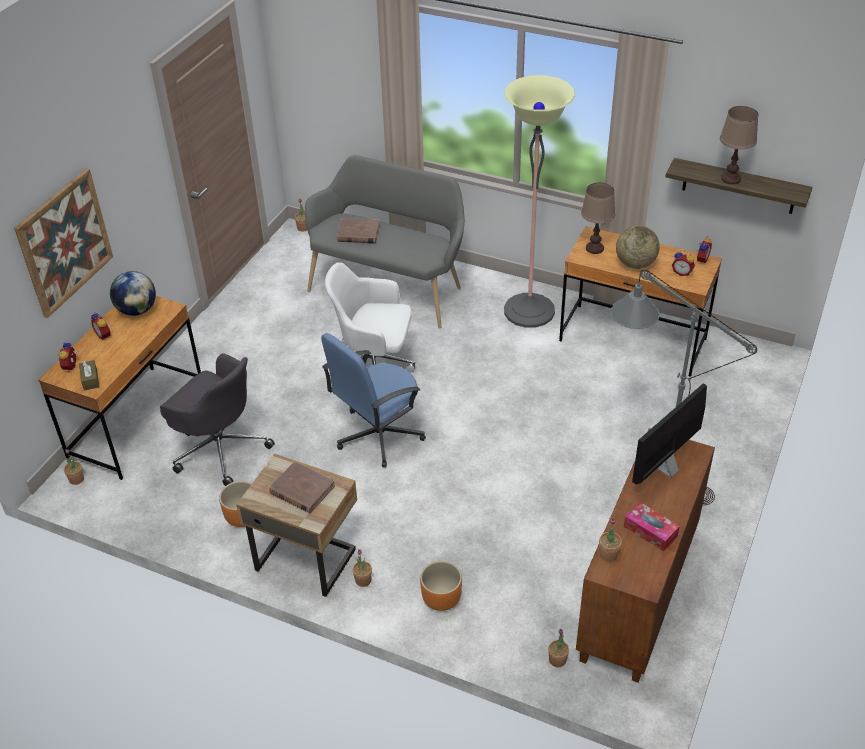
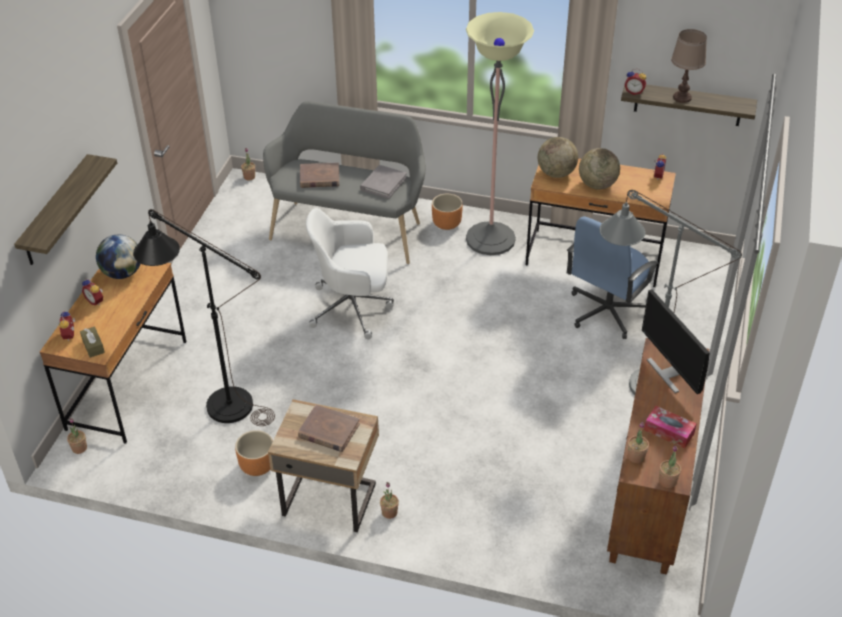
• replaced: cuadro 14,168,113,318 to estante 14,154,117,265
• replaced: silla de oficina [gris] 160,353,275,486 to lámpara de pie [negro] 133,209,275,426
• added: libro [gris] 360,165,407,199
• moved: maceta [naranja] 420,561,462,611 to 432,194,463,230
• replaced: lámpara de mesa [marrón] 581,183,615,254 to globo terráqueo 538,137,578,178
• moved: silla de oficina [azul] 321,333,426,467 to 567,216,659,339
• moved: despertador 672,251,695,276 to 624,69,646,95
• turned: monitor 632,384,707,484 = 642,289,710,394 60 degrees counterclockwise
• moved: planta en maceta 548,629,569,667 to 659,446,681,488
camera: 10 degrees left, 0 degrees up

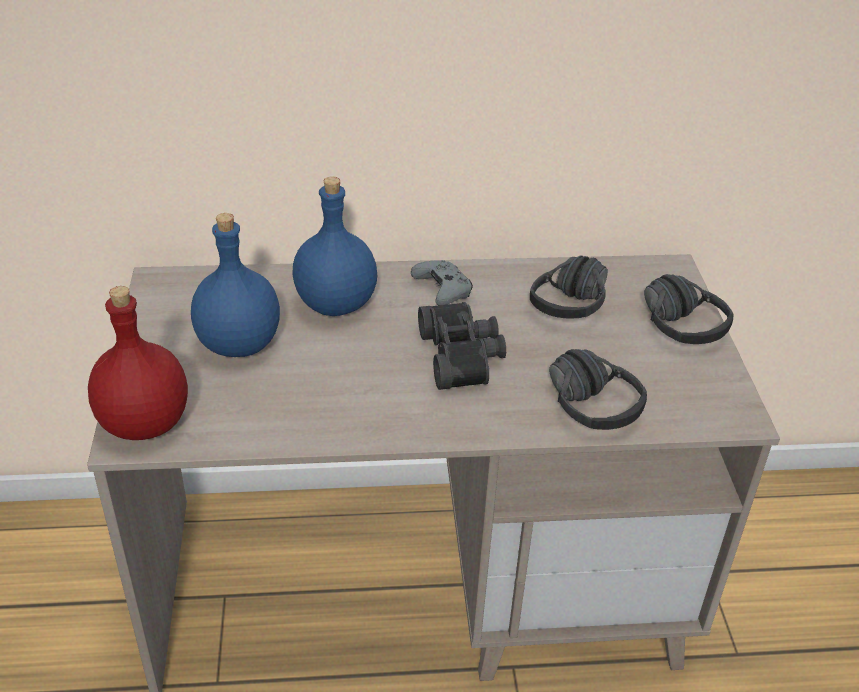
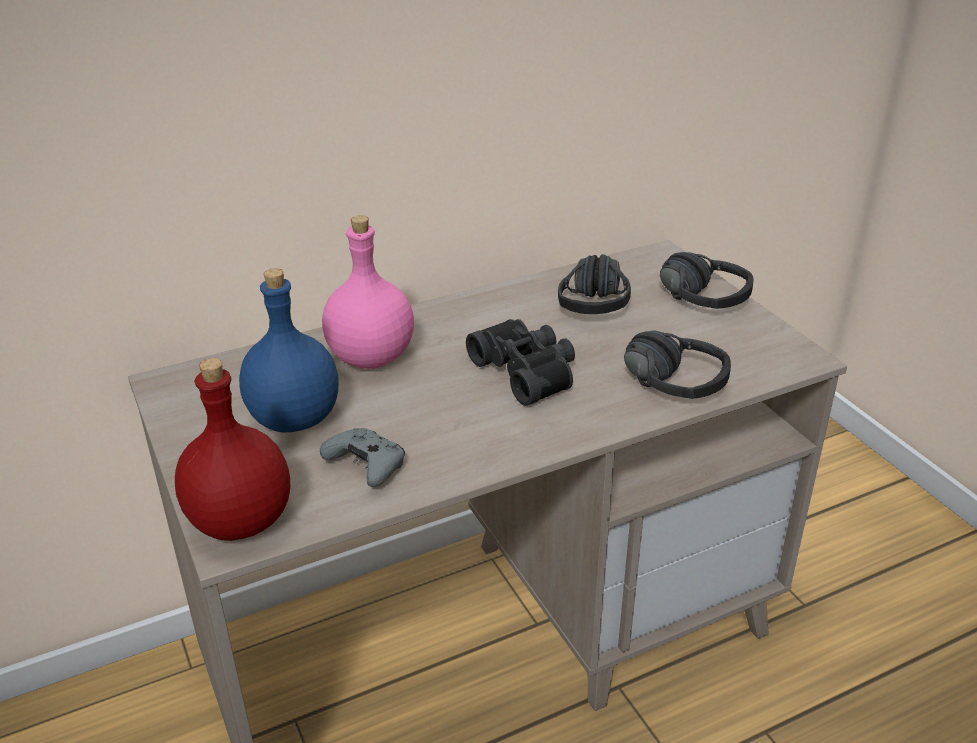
• moved: mando de consola [gris] 411,260,473,305 to 320,428,405,487
• recoloured: botella [azul] 293,176,377,316 to botella [rosa] 322,215,414,369
camera: 20 degrees left, 5 degrees down

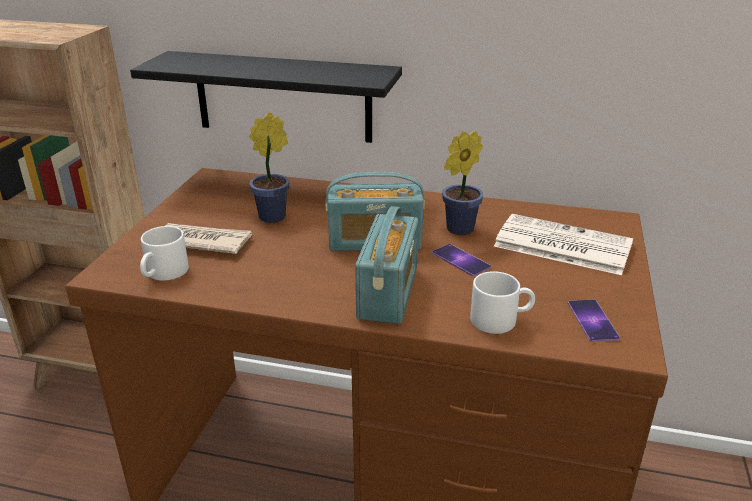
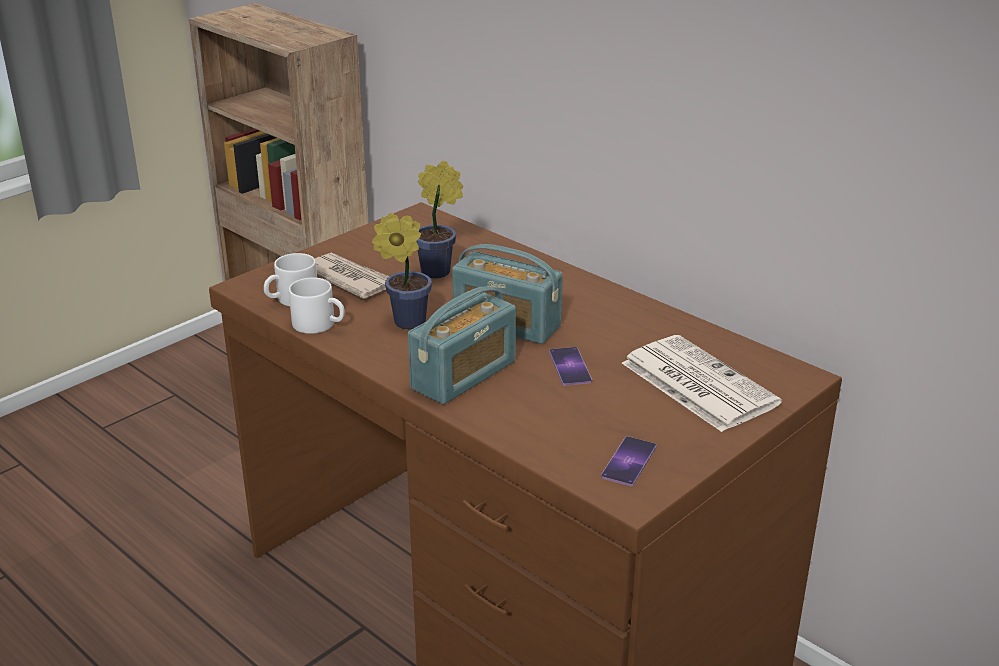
• moved: taza grande [blanco] 470,271,535,334 to 289,278,345,334
• moved: planta en maceta 442,131,483,235 to 372,213,432,329
• removed: estante [negro] 130,51,402,143
camera: 30 degrees right, 0 degrees up

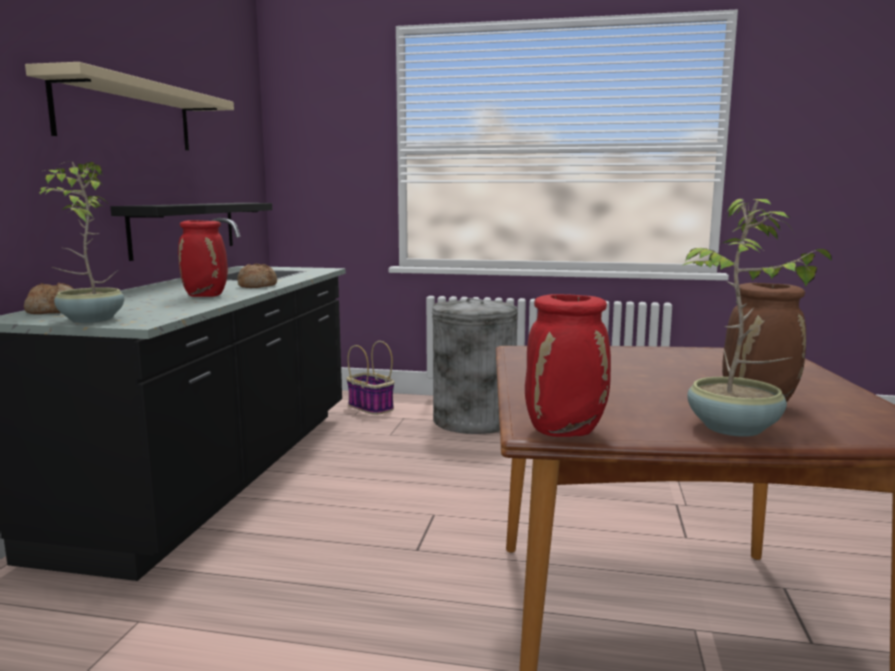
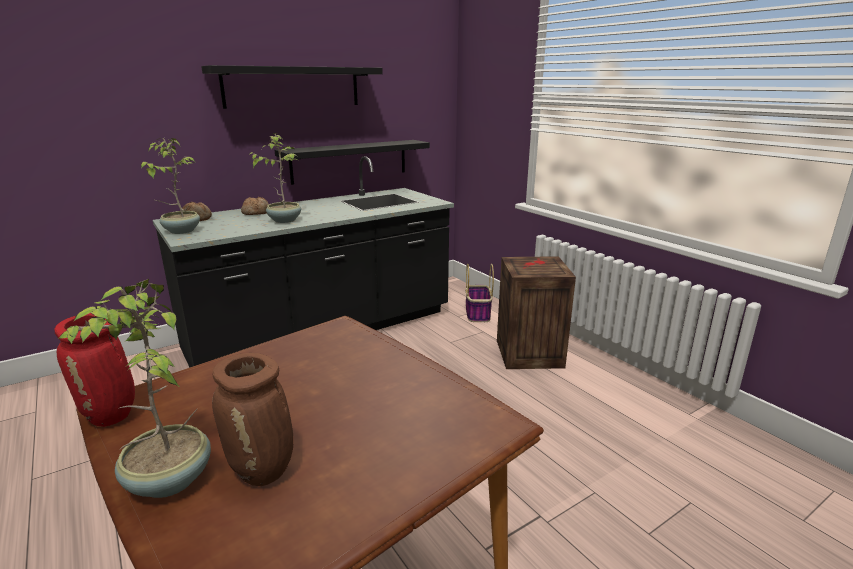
• recoloured: estante [beis] 25,62,234,150 to estante [negro] 201,65,383,109
• moved: pan 237,264,277,288 to 241,197,269,215
• replaced: florero [rojo] 178,220,228,297 to planta en maceta 248,133,301,223
• replaced: papelera [gris] 432,298,518,434 to caja de embalaje 497,256,576,369
camera: 45 degrees right, 10 degrees up

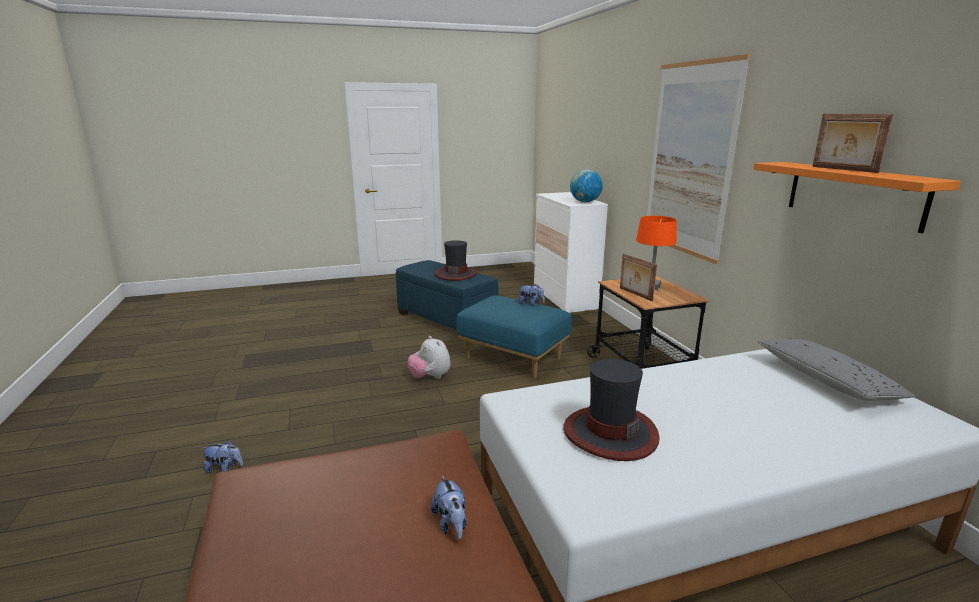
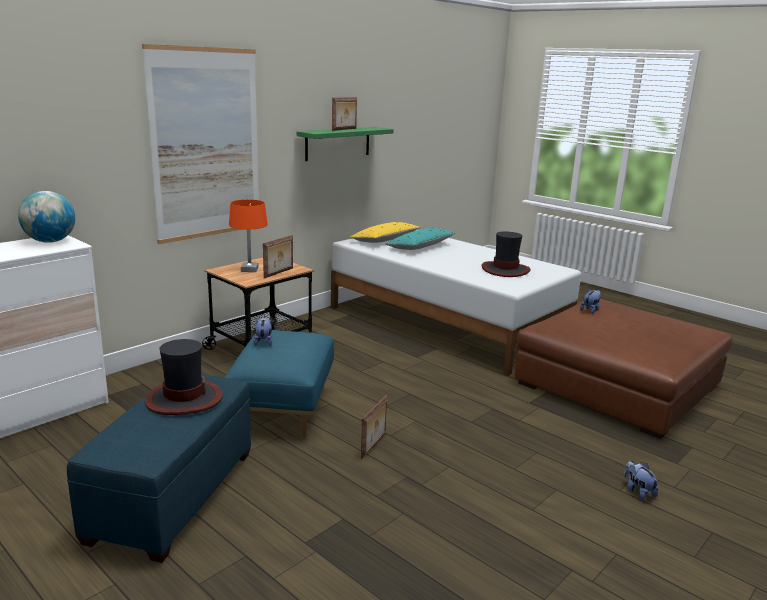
• recoloured: estante [naranja] 753,162,961,233 to estante [verde] 297,127,394,161
• recoloured: cojín [gris] 757,339,916,401 to cojín [amarillo] 350,222,421,243
• replaced: peluche 408,336,451,379 to portarretratos 361,395,387,459
• added: cojín [turquesa] 385,228,456,250
camera: 120 degrees left, 0 degrees up

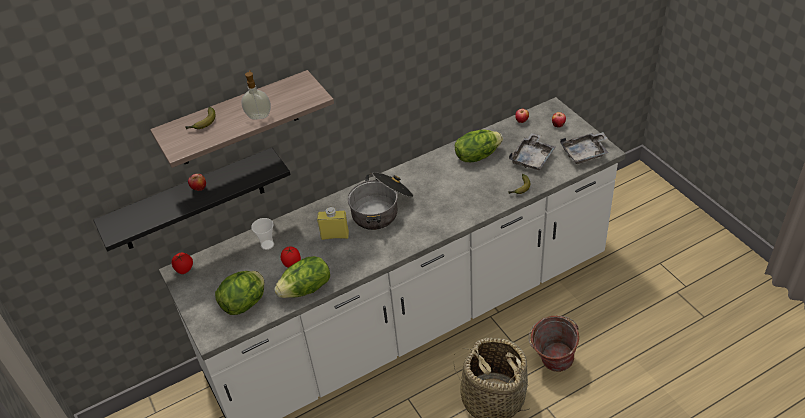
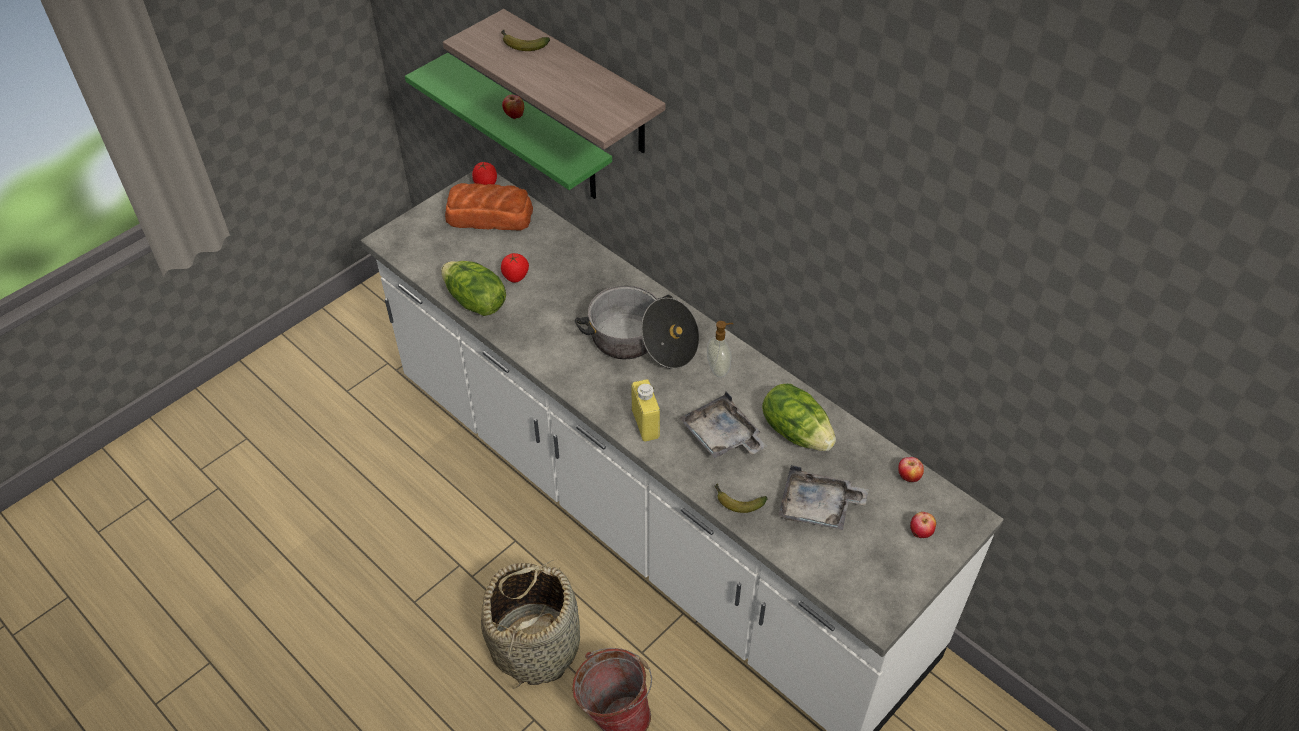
• recoloured: estante [negro] 93,148,290,251 to estante [verde] 405,53,612,199
• added: pan 445,183,533,230
• moved: botella [amarillo] 317,207,349,240 to 631,379,660,442
• moved: bandeja [gris] 560,132,609,164 to 679,391,767,458
• moved: dispensador de jabón 241,70,271,119 to 707,321,733,378
• removed: lechuga 215,271,265,315
• removed: taza 251,218,274,250
camera: 70 degrees right, 5 degrees up

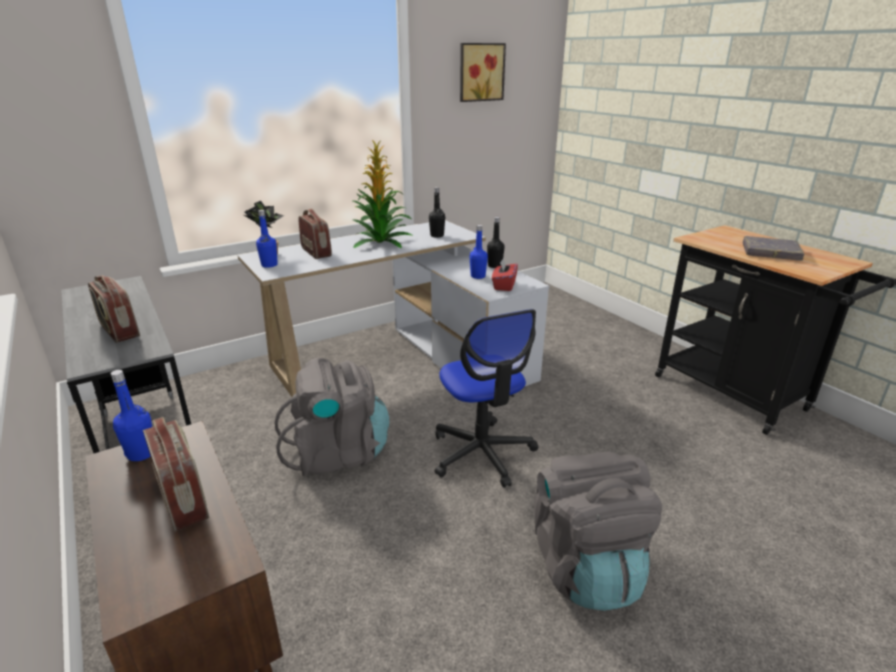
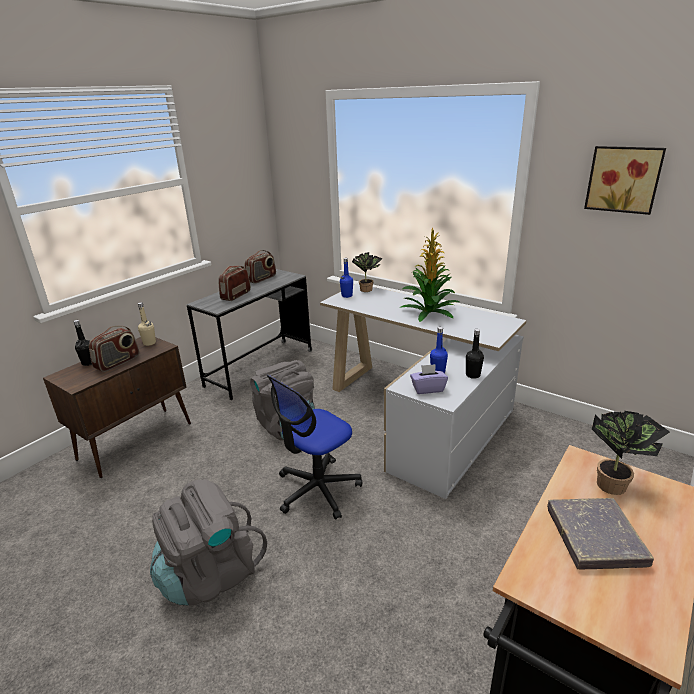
• moved: botella [negro] 429,187,445,238 to 73,320,92,366
• recoloured: botella [azul] 111,370,152,461 to botella [beis] 138,302,156,346
• moved: radio 299,208,332,259 to 245,250,276,284
• recoloured: caja de pañuelos [rojo] 492,257,518,291 to caja de pañuelos [morado] 410,364,448,394
• added: planta en maceta 592,411,670,495
camera: 70 degrees right, 0 degrees up

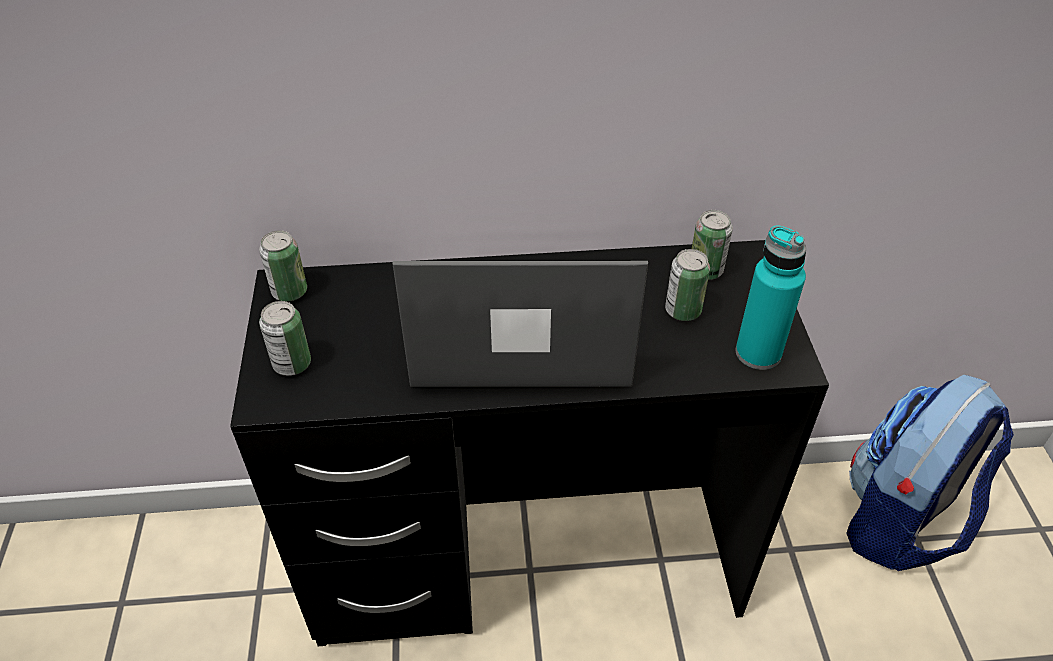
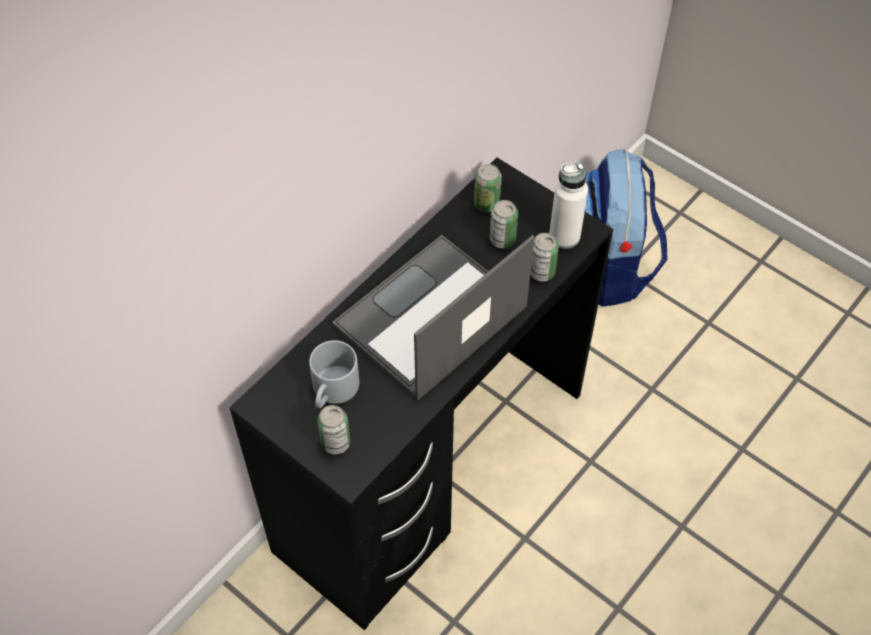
• added: taza grande [gris] 309,340,359,408
• moved: lata 259,230,307,302 to 530,233,559,281
• recoloured: botella [turquesa] 735,225,806,370 to botella [blanco] 549,162,588,249
camera: 45 degrees left, 10 degrees up

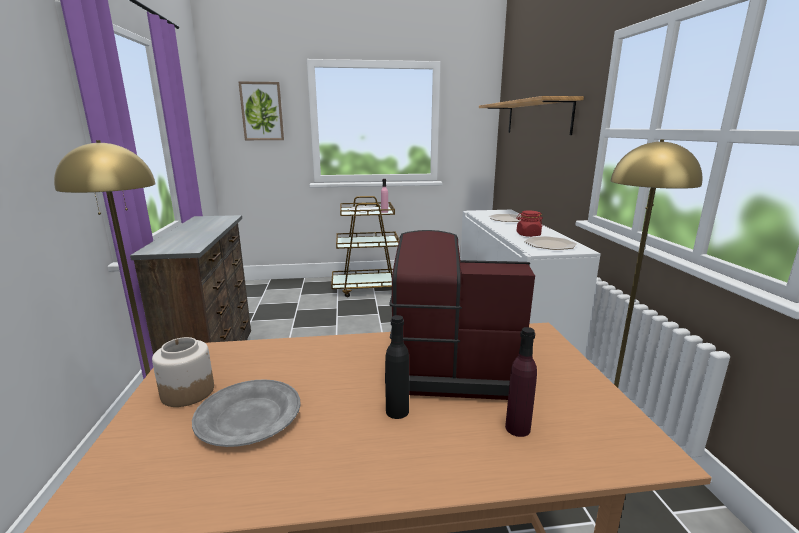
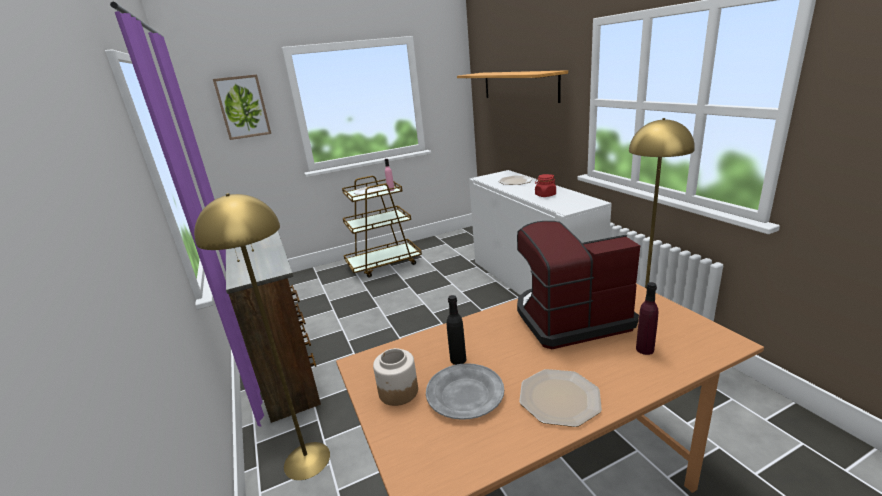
• moved: botella [negro] 385,315,409,419 to 447,295,466,365
• moved: plato 524,236,577,250 to 519,369,602,427
camera: 15 degrees left, 5 degrees up

